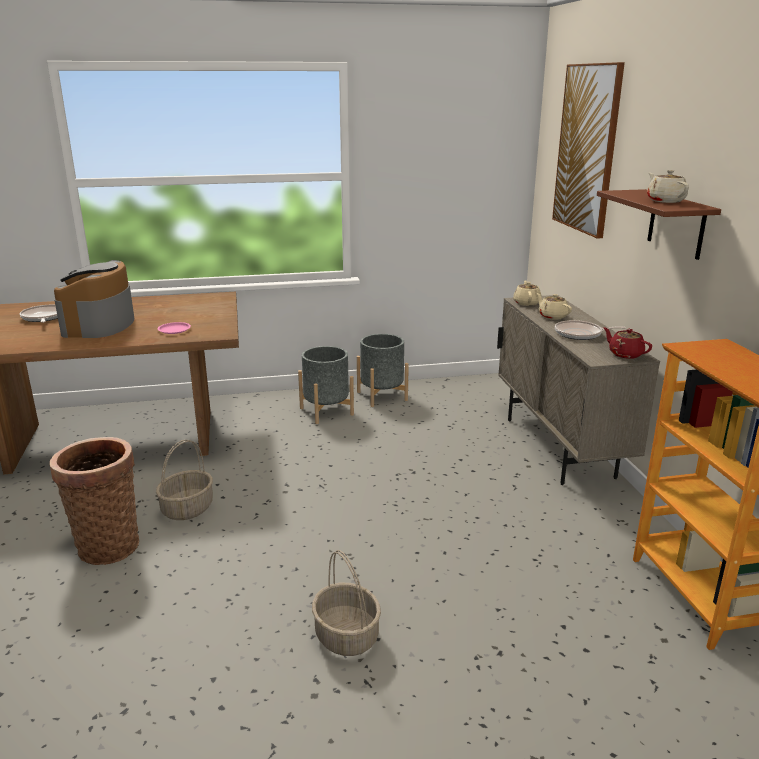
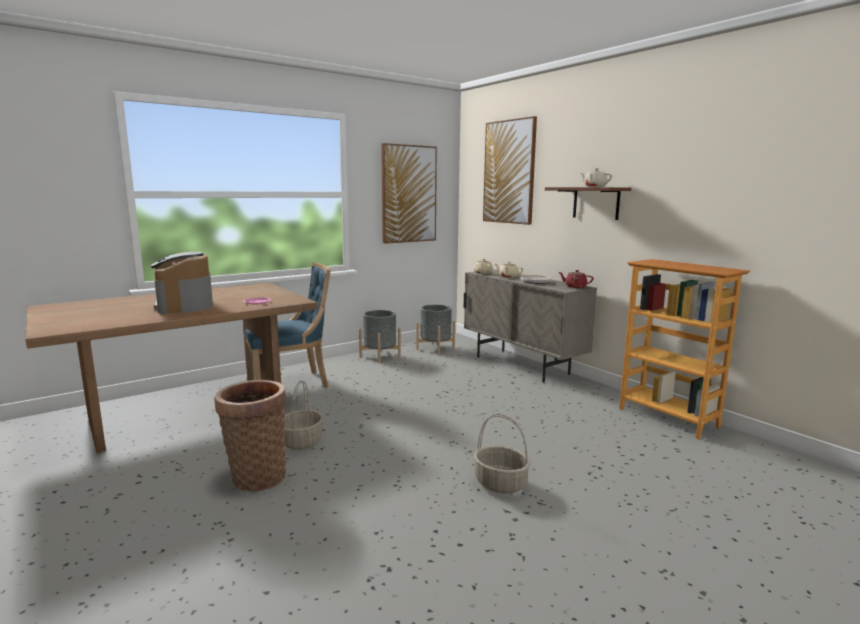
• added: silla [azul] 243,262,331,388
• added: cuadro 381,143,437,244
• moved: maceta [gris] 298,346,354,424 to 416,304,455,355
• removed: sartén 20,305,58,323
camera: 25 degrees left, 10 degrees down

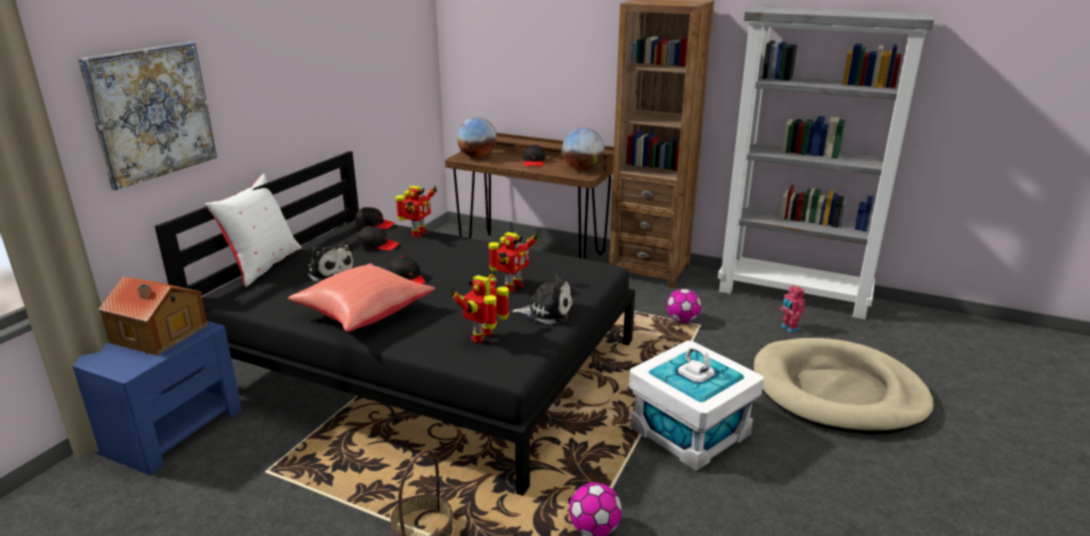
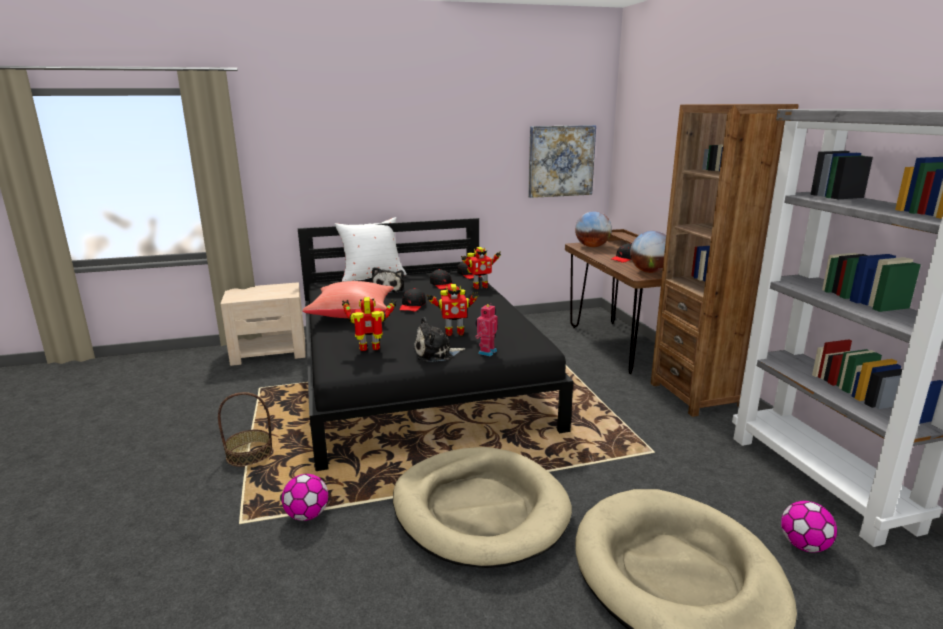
• recoloured: mesita de noche [azul] 73,321,242,475 to mesita de noche [beis] 220,282,306,366
• replaced: caja de almacenaje [blanco] 629,341,764,471 to cama para perro [beis] 393,447,572,568
• turned: peluche 511,273,573,324 = 414,317,465,362 105 degrees clockwise
• moved: robot de juguete 780,286,806,333 to 475,303,498,357
• moved: cuadro 78,42,217,190 to 528,125,596,198
• moved: balón de fútbol 667,289,701,323 to 781,501,837,552
• removed: casita 98,276,208,356
camera: 50 degrees right, 5 degrees down

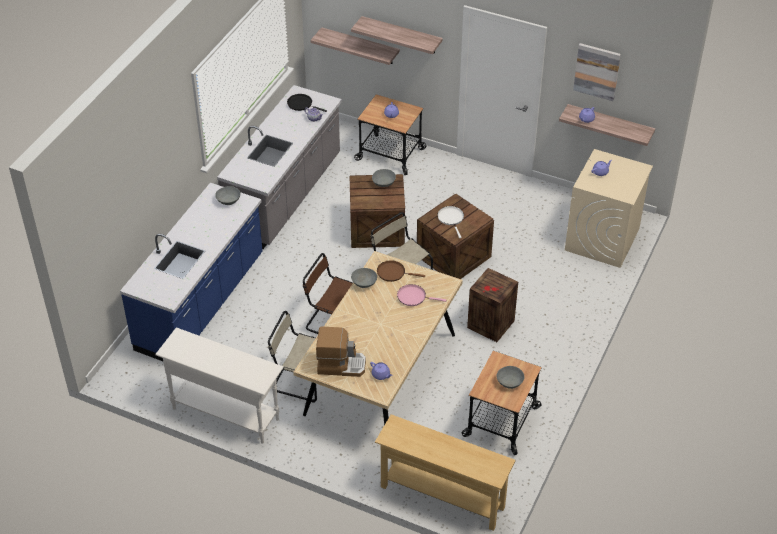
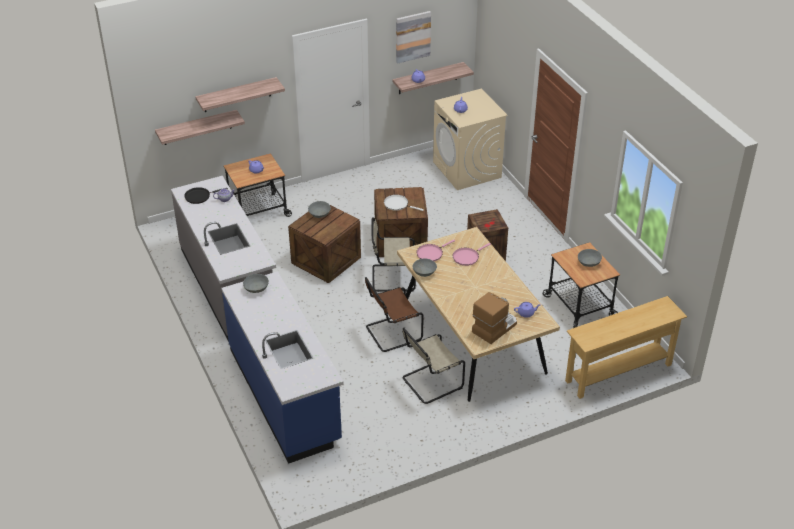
• recoloured: sartén [marrón] 377,260,425,282 to sartén [rosa] 416,240,455,261
• removed: mesa consola [blanco] 155,327,284,443
camera: 50 degrees left, 5 degrees down

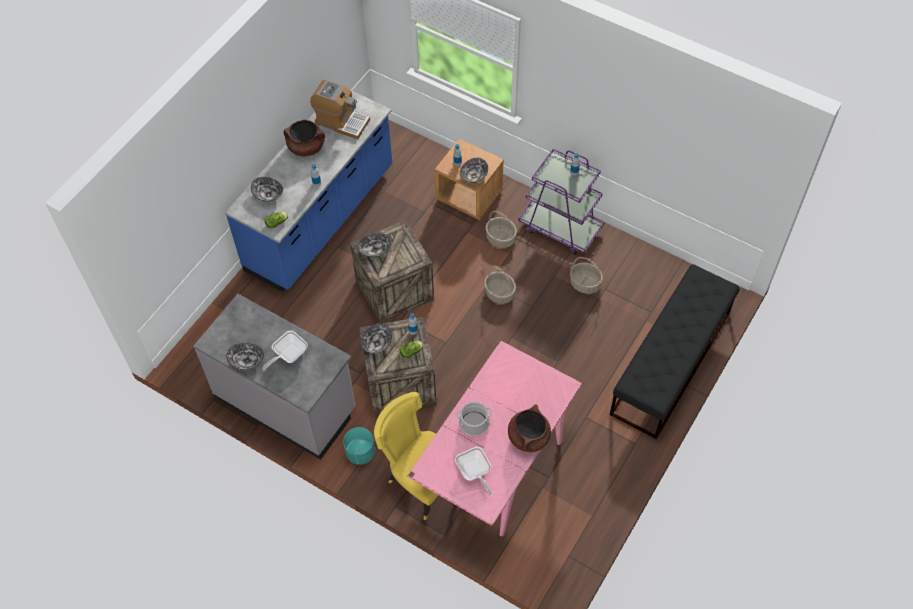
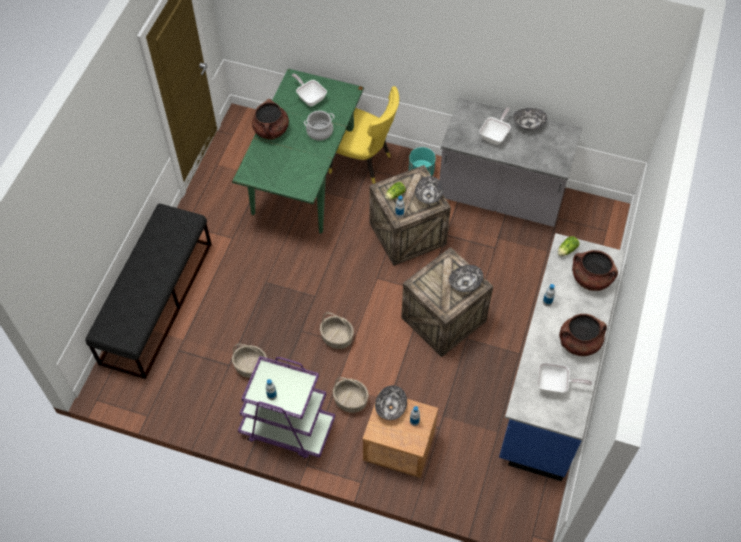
• recoloured: mesa de comedor [rosa] 407,341,582,536 to mesa de comedor [verde] 232,69,364,234
• replaced: cafetera 310,80,370,139 to sartén 538,362,592,394
• replaced: cuenco 251,177,283,202 to olla [marrón] 572,250,618,291
camera: 165 degrees right, 0 degrees up

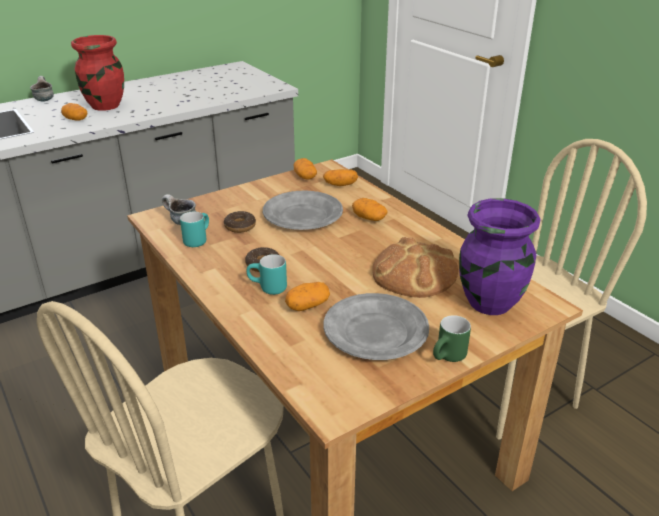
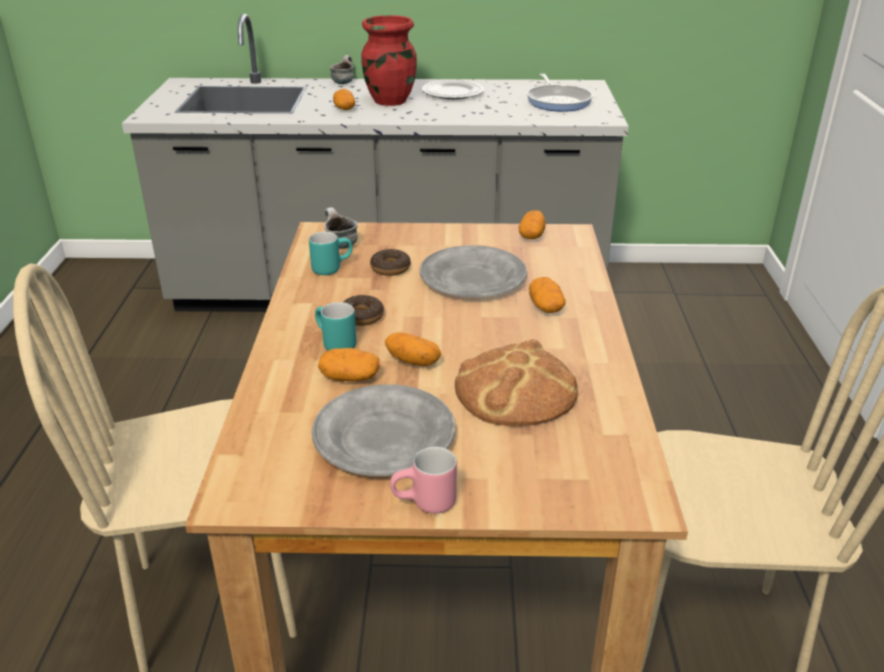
• moved: patata 323,169,358,186 to 385,332,441,366
• recoloured: taza grande [verde] 433,315,471,362 to taza grande [rosa] 390,447,457,514
• added: plato 422,80,484,99
• added: sartén 527,74,593,112
• removed: florero [morado] 459,198,540,315
camera: 35 degrees right, 0 degrees up

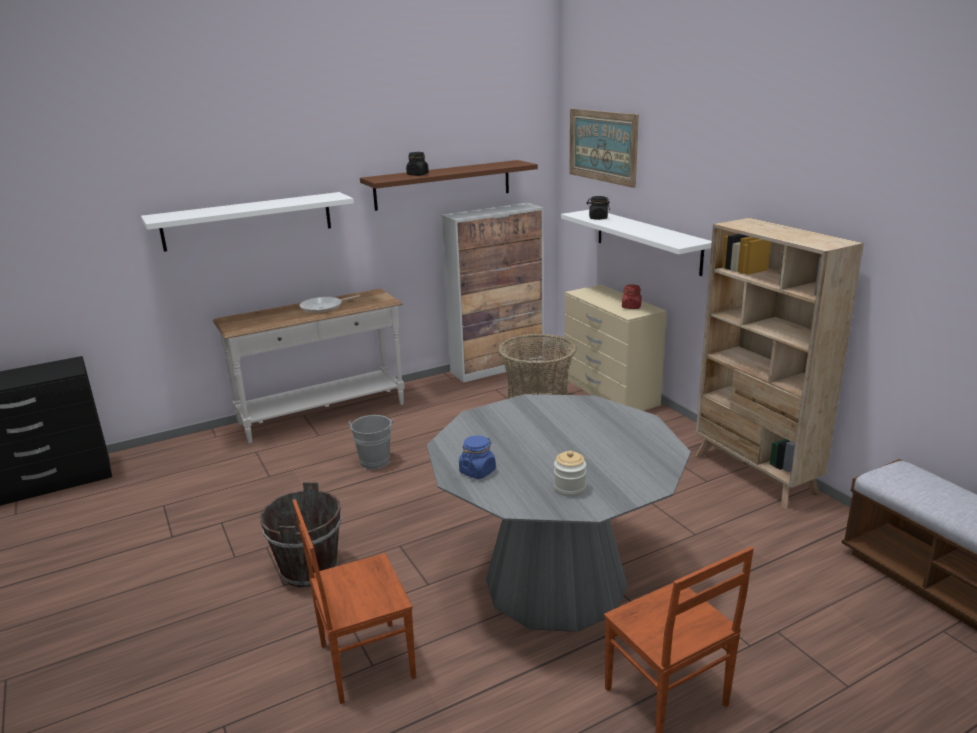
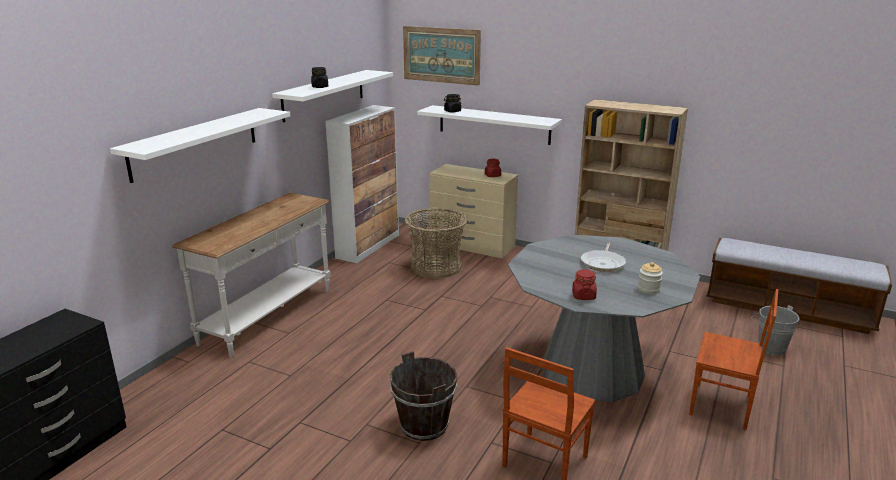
• recoloured: estante [marrón] 360,160,538,211 to estante [blanco] 272,70,393,122
• recoloured: tarro [azul] 459,435,496,479 to tarro [rojo] 572,269,597,300
• moved: sartén 299,295,360,313 to 581,242,626,272
• moved: cubo [gris] 349,415,393,470 to 751,305,799,356
camera: 35 degrees left, 0 degrees up

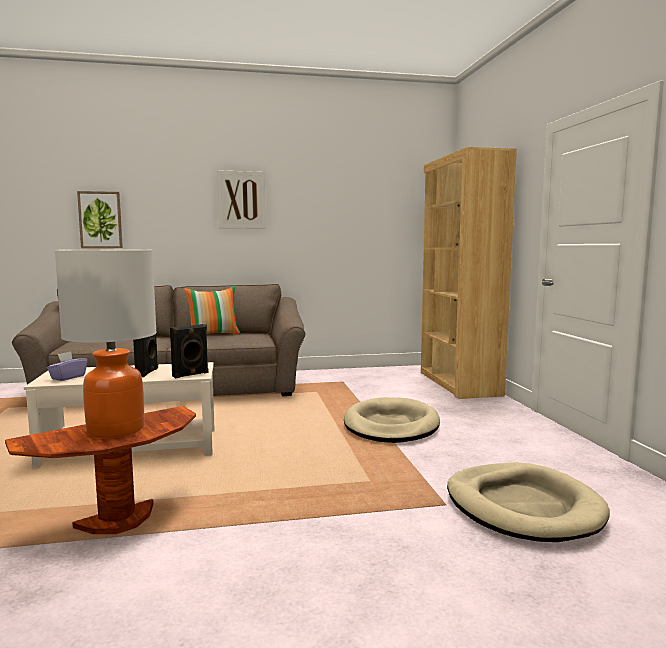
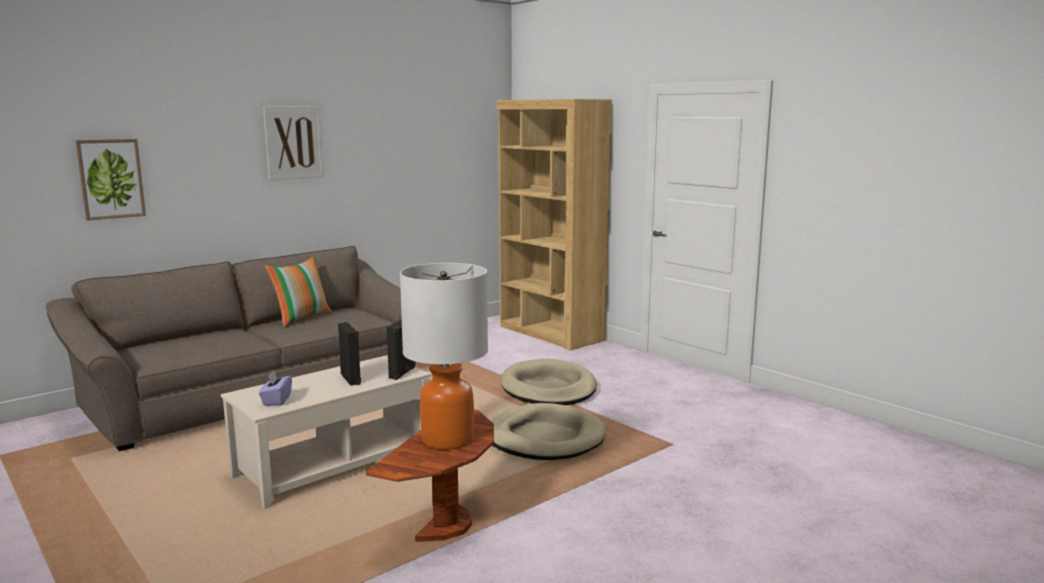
• moved: cama para perro [beis] 447,463,610,542 to 489,403,606,460
camera: 30 degrees left, 5 degrees up

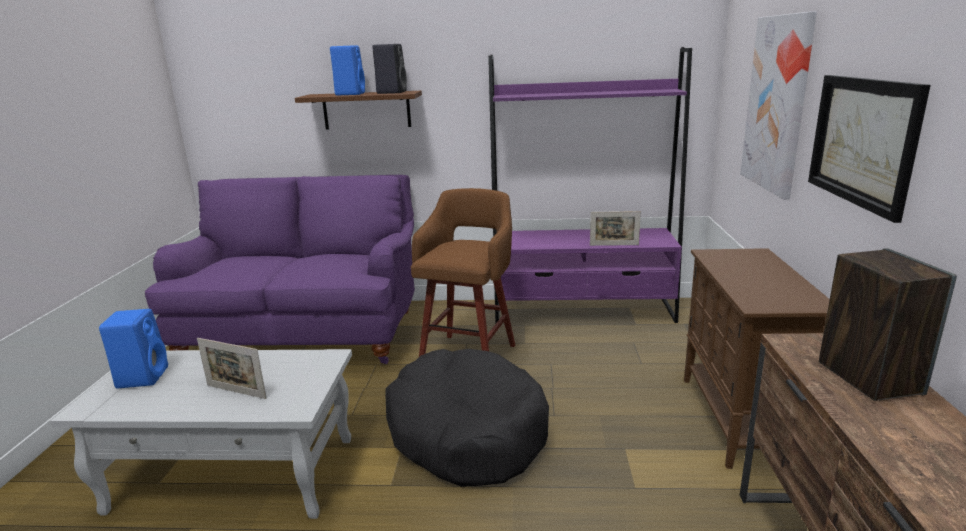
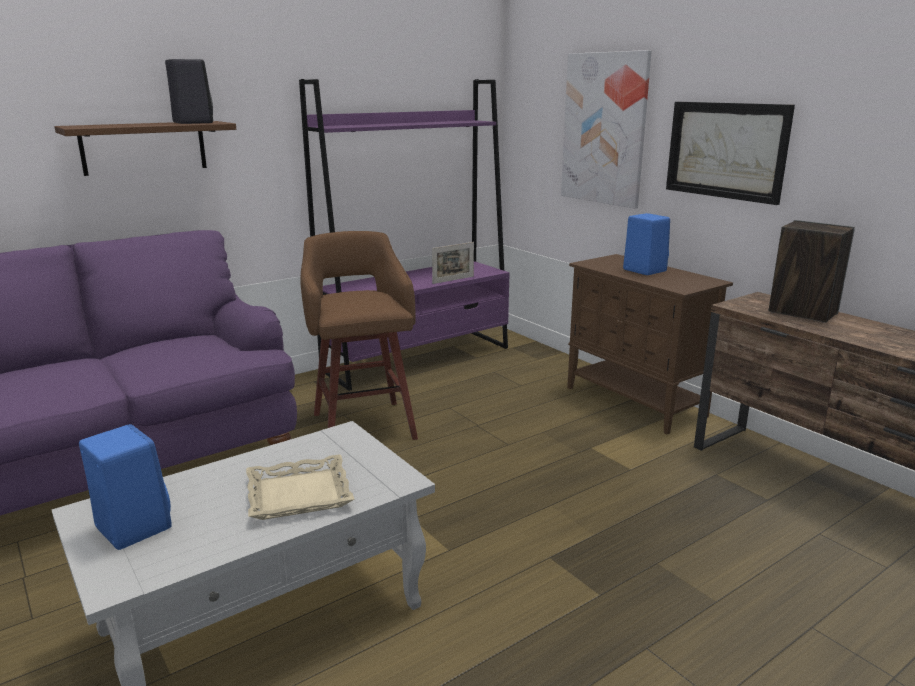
• replaced: portarretratos 197,338,267,399 to bandeja [beis] 246,455,354,520
• moved: altavoz [azul] 330,46,365,95 to 623,213,670,275
• removed: cama para perro [negro] 385,349,549,487
camera: 40 degrees left, 0 degrees up

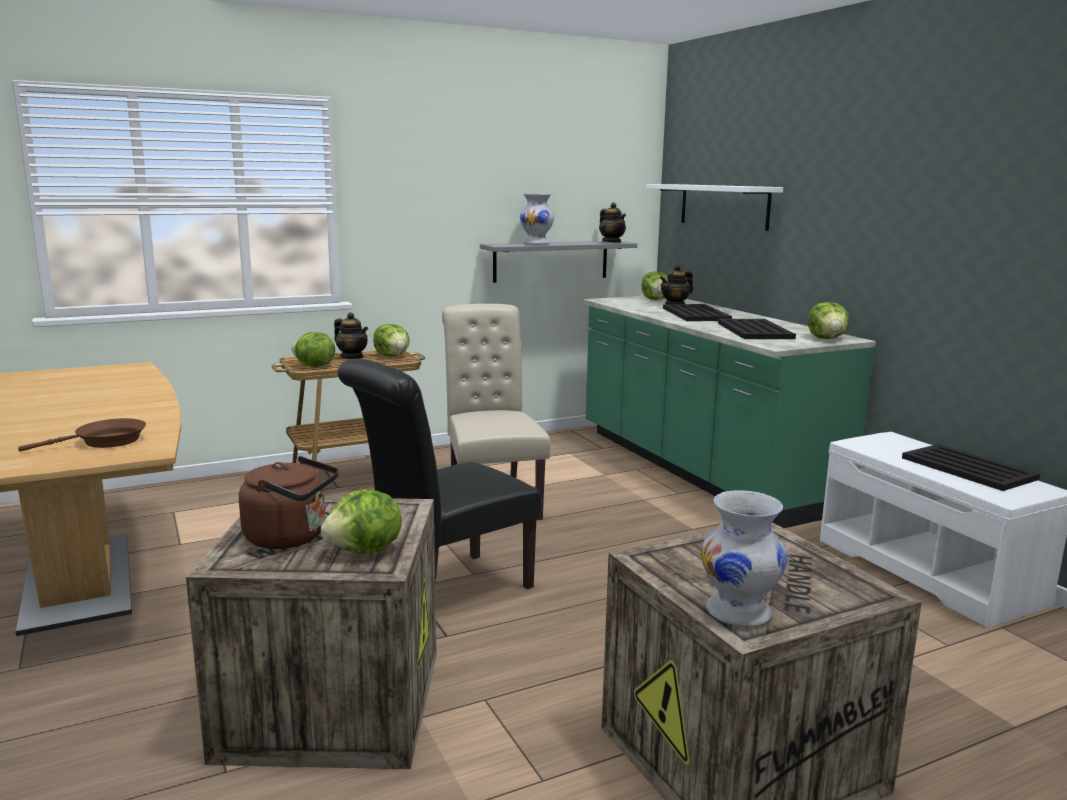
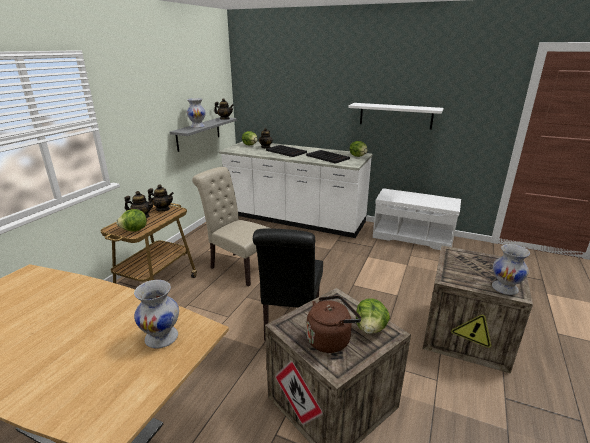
• replaced: sartén [marrón] 18,418,146,452 to florero [blanco] 134,280,179,349
• replaced: lechuga 373,324,410,357 to tetera 148,184,174,212
• recoloured: mueble bajo de cocina [verde] 583,296,876,528 to mueble bajo de cocina [blanco] 219,141,373,238
• moved: estante [blanco] 646,184,783,231 to 348,103,444,130
• removed: bandeja [negro] 902,444,1040,491
camera: 40 degrees left, 10 degrees up

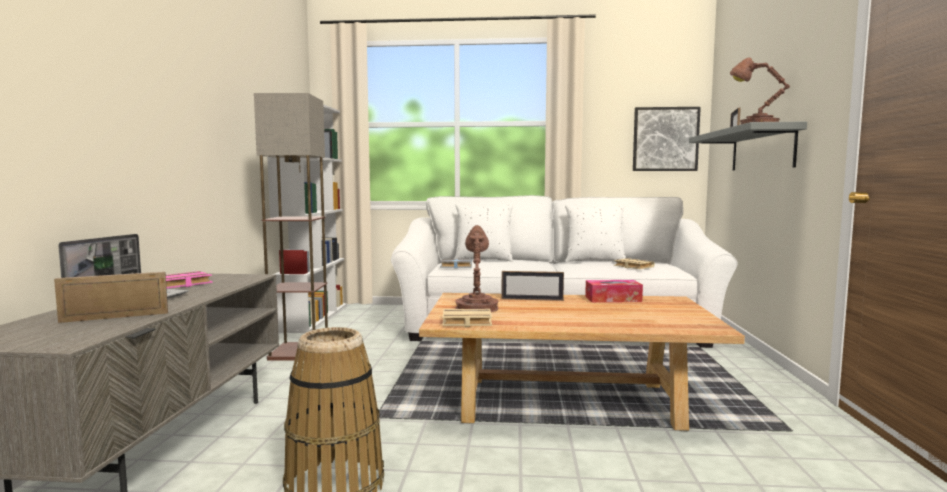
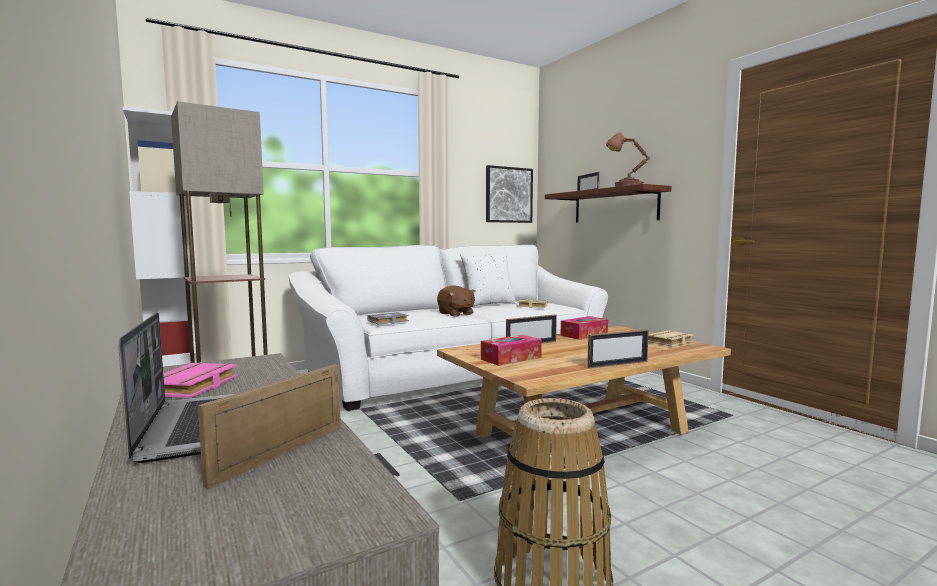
• added: peluche [marrón] 437,285,476,317
• replaced: lámpara de mesa [marrón] 455,225,499,312 to caja de pañuelos 481,335,542,366
• recoloured: estante [gris] 689,122,807,171 to estante [marrón] 545,184,672,223
• added: portarretratos 587,330,649,368
• moved: libro [beis] 442,309,492,327 to 648,330,694,346
• removed: cojín [blanco] 454,204,513,262
camera: 35 degrees left, 0 degrees up

